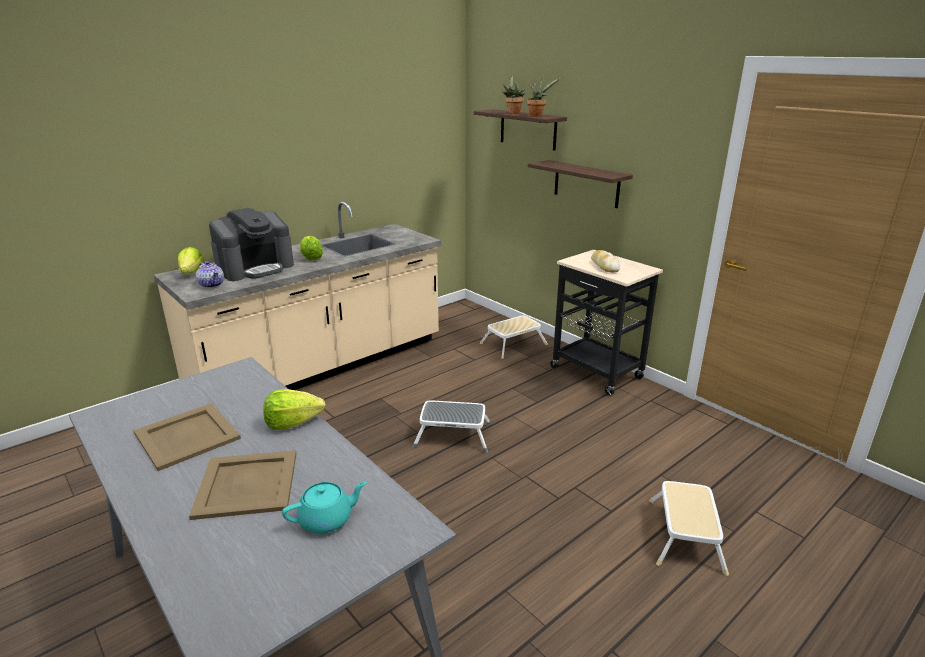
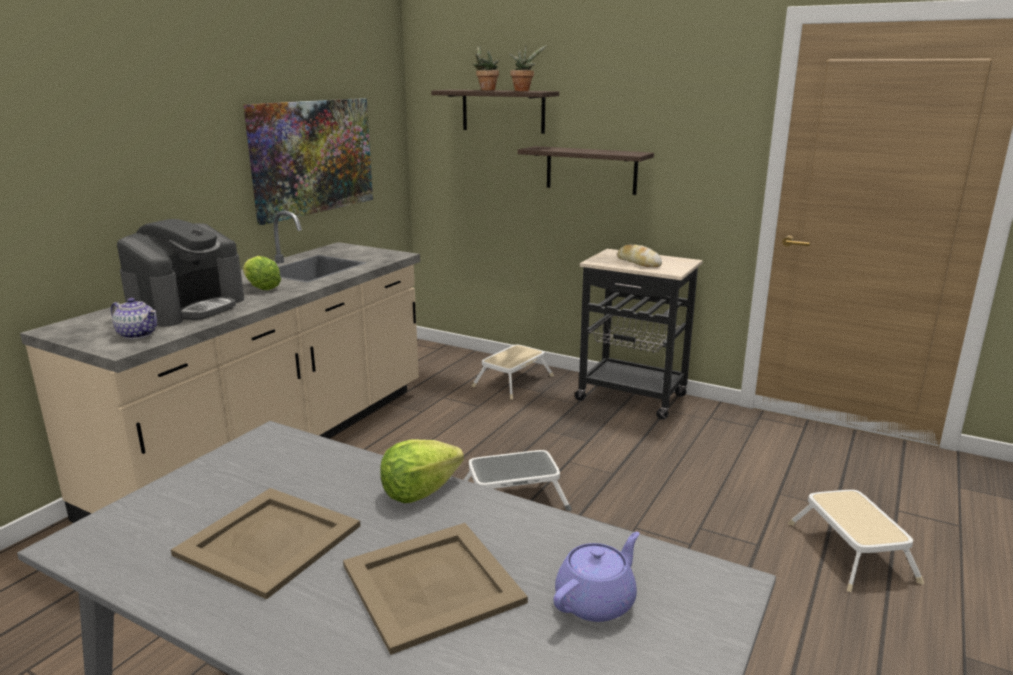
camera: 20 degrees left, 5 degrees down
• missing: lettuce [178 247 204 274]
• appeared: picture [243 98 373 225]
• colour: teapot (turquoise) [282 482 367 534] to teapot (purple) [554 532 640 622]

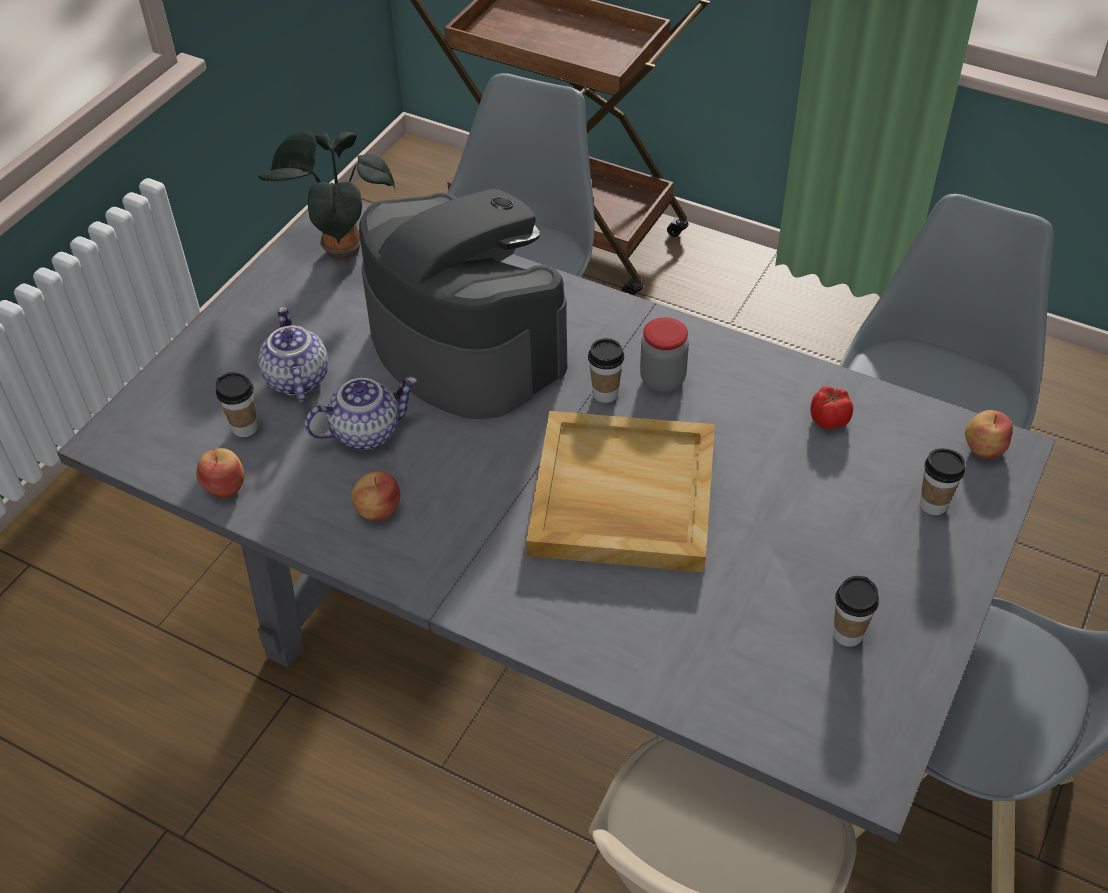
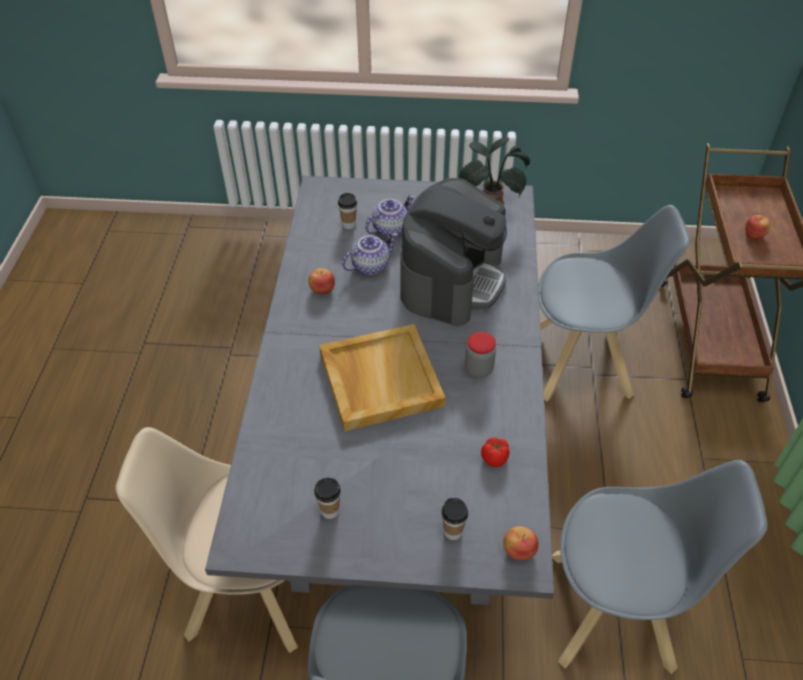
camera: 65 degrees right, 0 degrees up
• missing: cup [588 338 624 403]
• relocated: apple [196 448 244 498] to [745 215 770 240]
• spun: teapot [305 377 417 450] = [342 233 398 275] 75 degrees counterclockwise

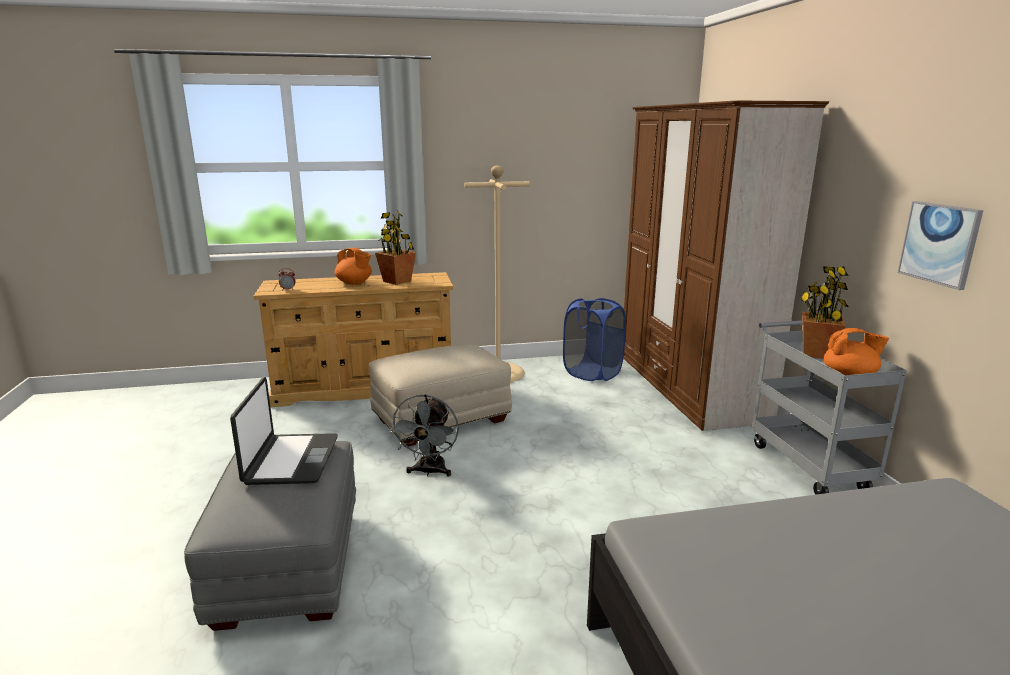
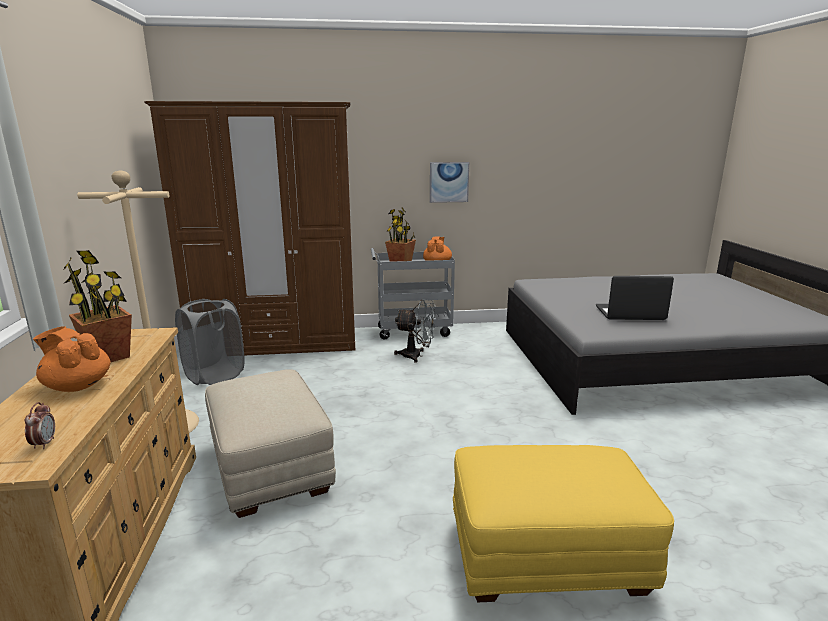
camera: 85 degrees left, 0 degrees up
• relocated: laptop [230 377 338 485] to [596 276 674 320]
• relocated: fan (grey) [389 394 459 477] to [394 299 436 363]
• colour: ottoman (grey) [184 441 356 631] to ottoman (yellow) [453 445 674 602]
• colour: laundry basket (blue) [563 298 626 381] to laundry basket (grey) [175 299 245 385]
• spun: teapot (orange) [335 248 372 285] = [33 326 110 392] 105 degrees counterclockwise

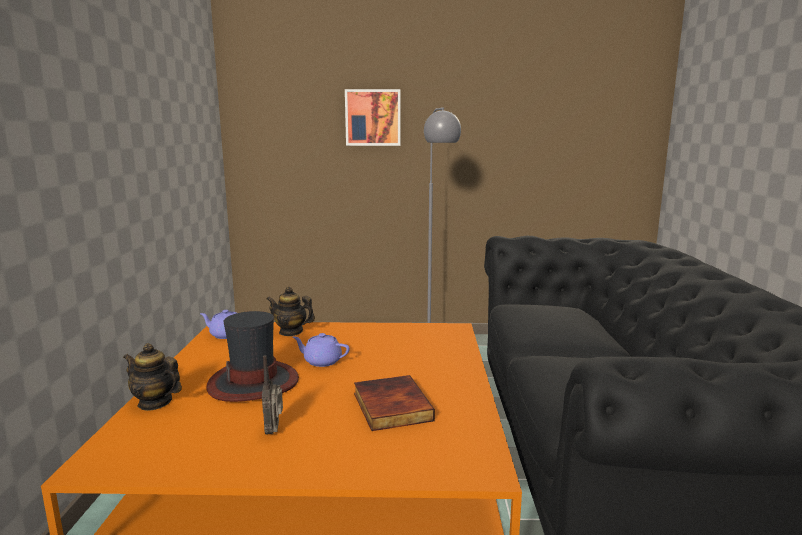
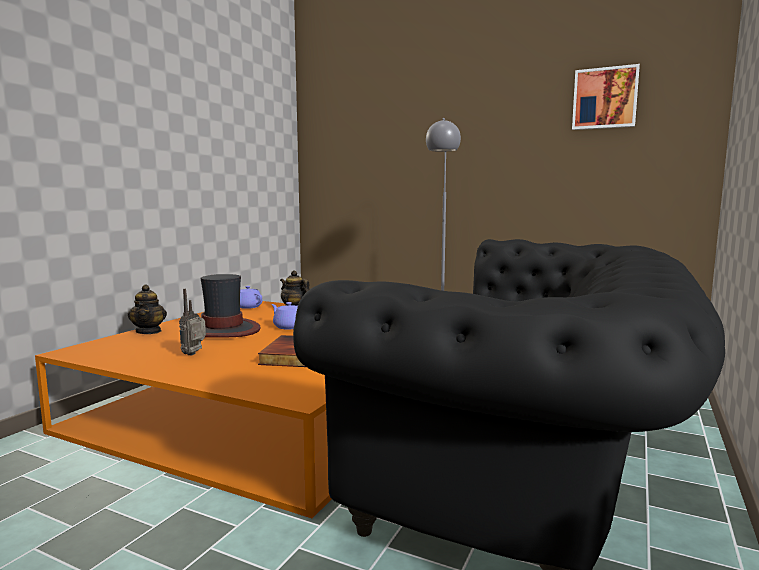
camera: 25 degrees right, 5 degrees down
• relocated: picture [345 89 400 146] to [572 64 640 130]
• spun: teapot [123 343 182 411] = [128 285 167 334] 150 degrees counterclockwise

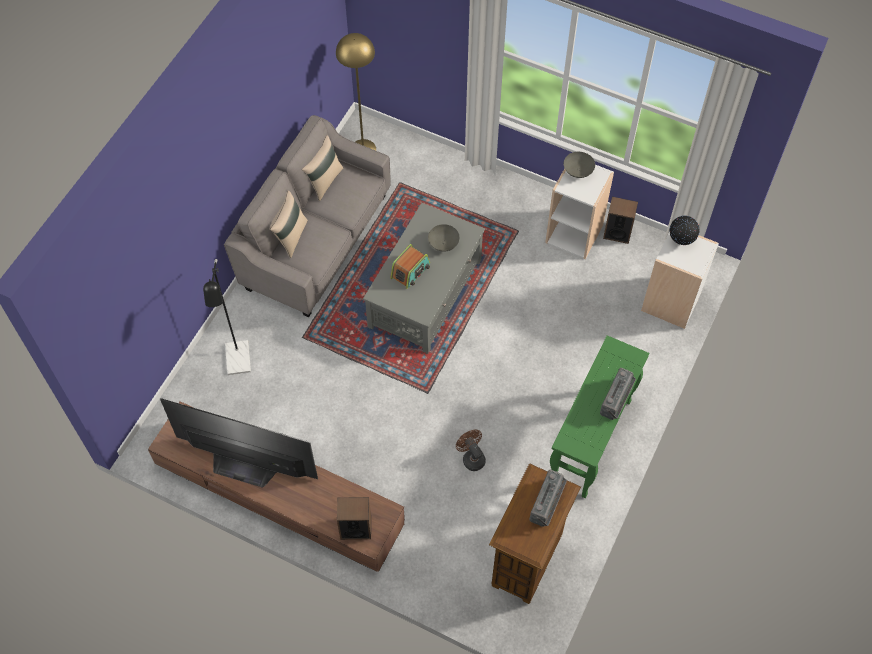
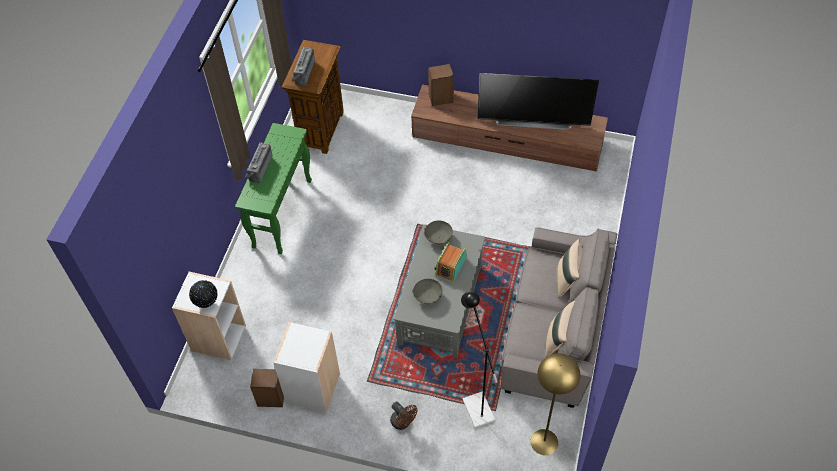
camera: 170 degrees right, 5 degrees down
• relocated: floor lamp (black) [203 259 251 375] to [461 292 497 428]
• relocated: fan (brown) [456 430 486 471] to [390 402 418 430]
• relocated: bowl (grey) [564 152 595 178] to [425 221 453 244]

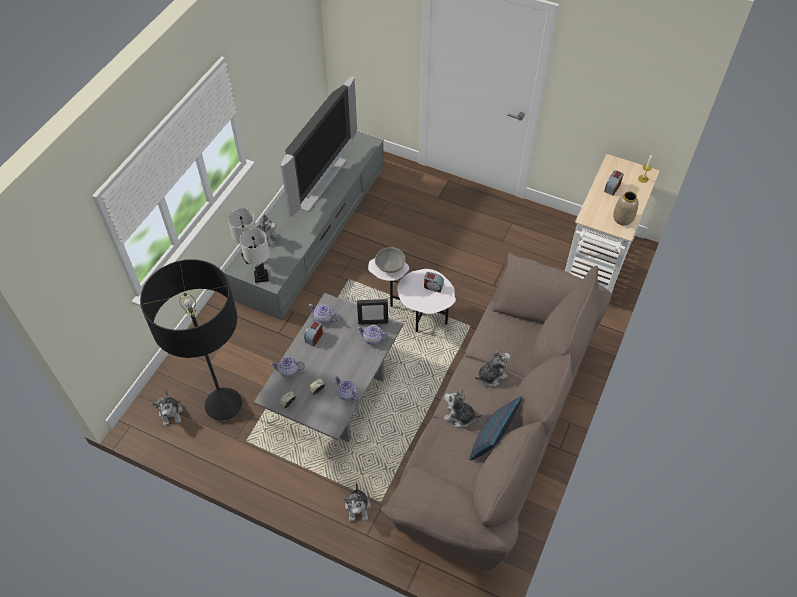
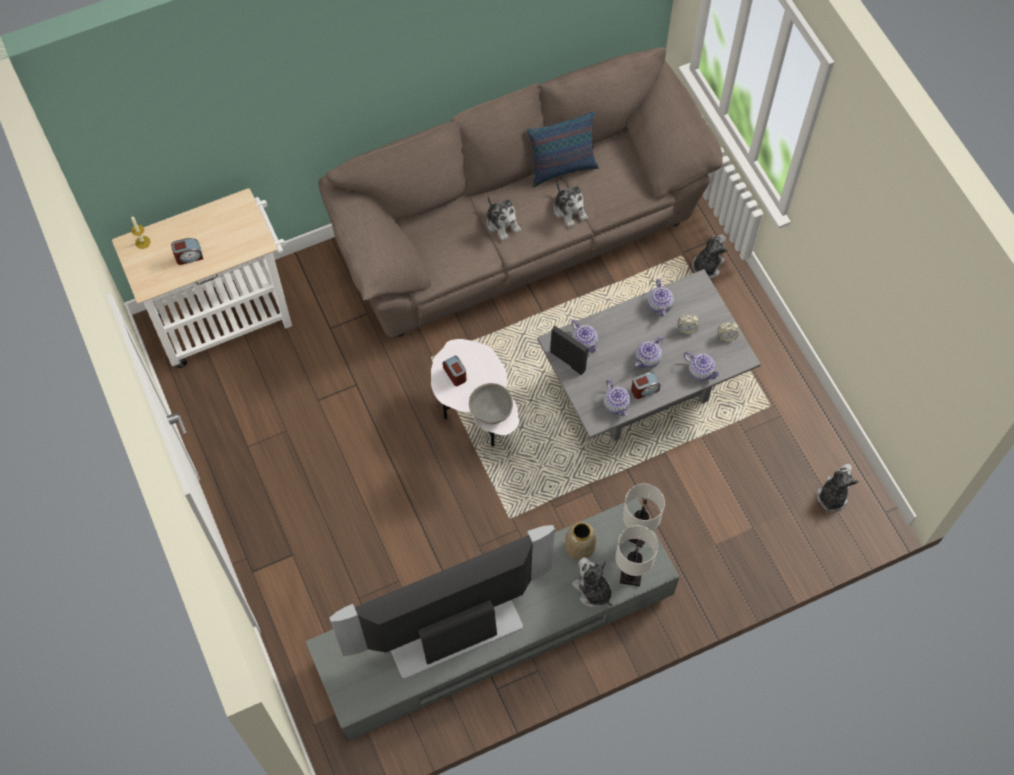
camera: 140 degrees left, 10 degrees up
• missing: floor lamp (black) [140 259 242 421]
• appeared: teapot [635 336 663 368]
• relocated: vase [613 191 639 226] to [565 522 596 560]
• spun: plush toy [475 351 511 387] = [487 196 521 241] 135 degrees counterclockwise

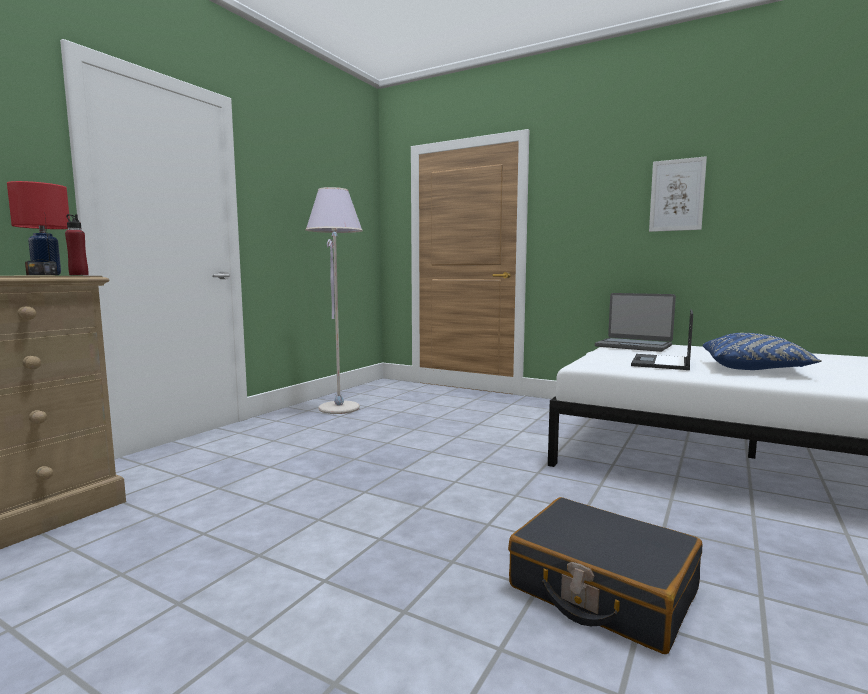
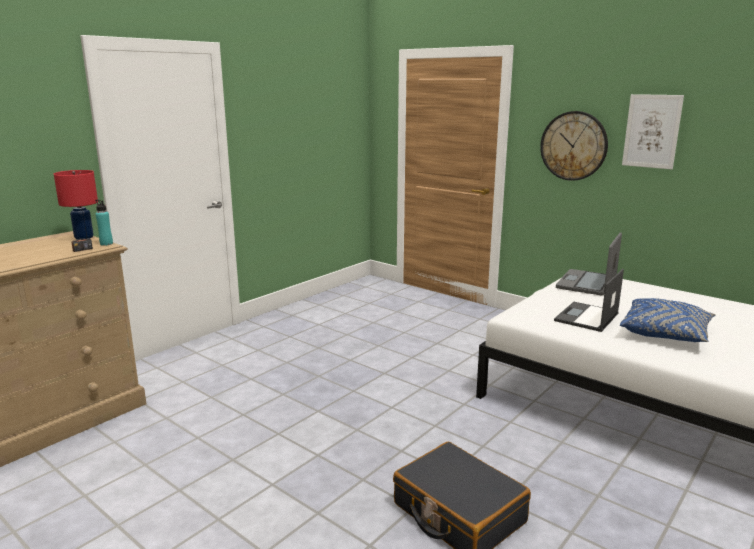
camera: 10 degrees right, 10 degrees up
• missing: floor lamp (grey) [305 187 363 414]
• appeared: wall clock [540 111 608 181]
• colour: bottle (red) [65 214 89 275] to bottle (turquoise) [96 199 113 246]
• spun: laptop [595 293 676 352] = [556 232 622 296] 75 degrees clockwise

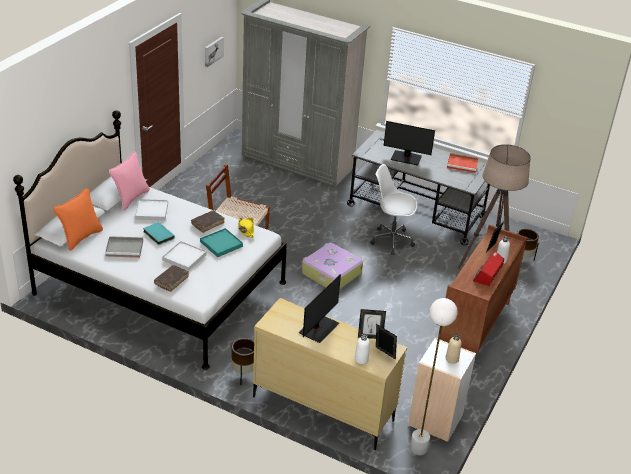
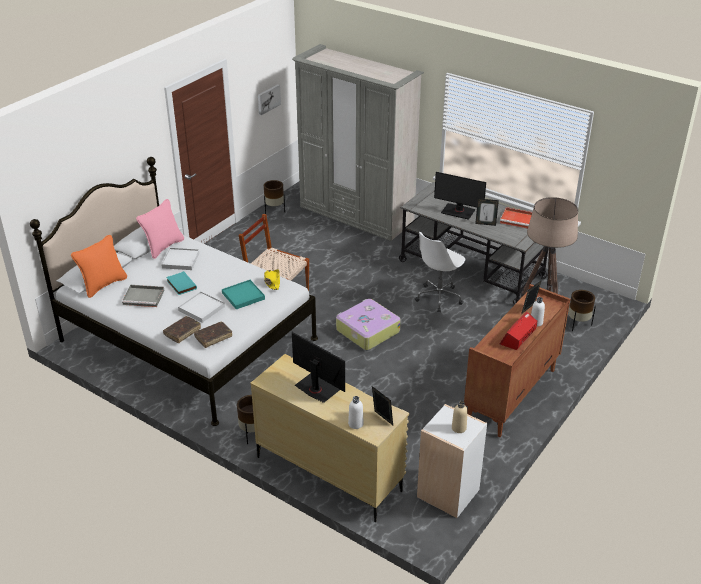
camera: 10 degrees right, 0 degrees up
• missing: floor lamp (white) [410 298 458 455]
• appeared: planter (brown) [264 180 285 214]
• relocated: book (brown) [191 211 225 233] to [194 322 232 348]
• relocated: picture frame [358 309 386 339] to [475 199 499 226]
• spun: monitor [299 274 341 343] = [292 332 345 403] 90 degrees counterclockwise
• spun: office chair (white) [370 164 418 255] = [415 232 466 312] 75 degrees counterclockwise

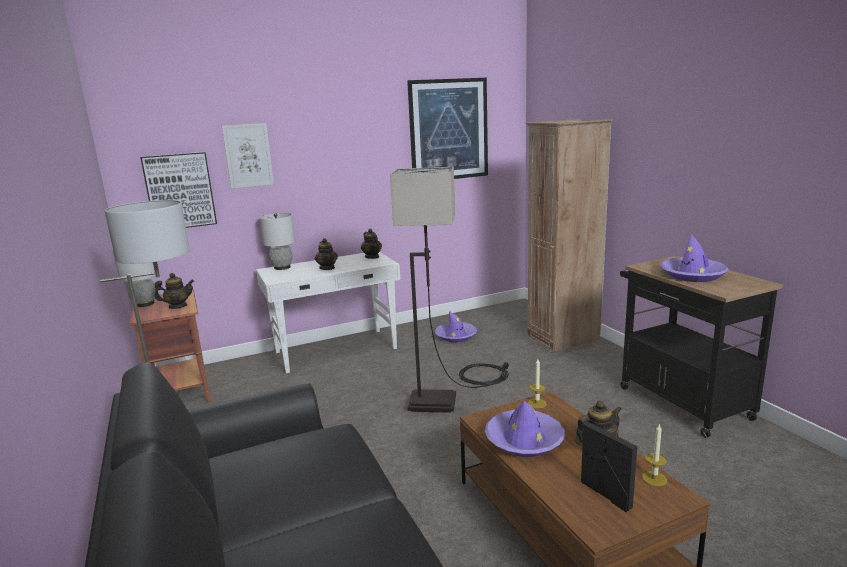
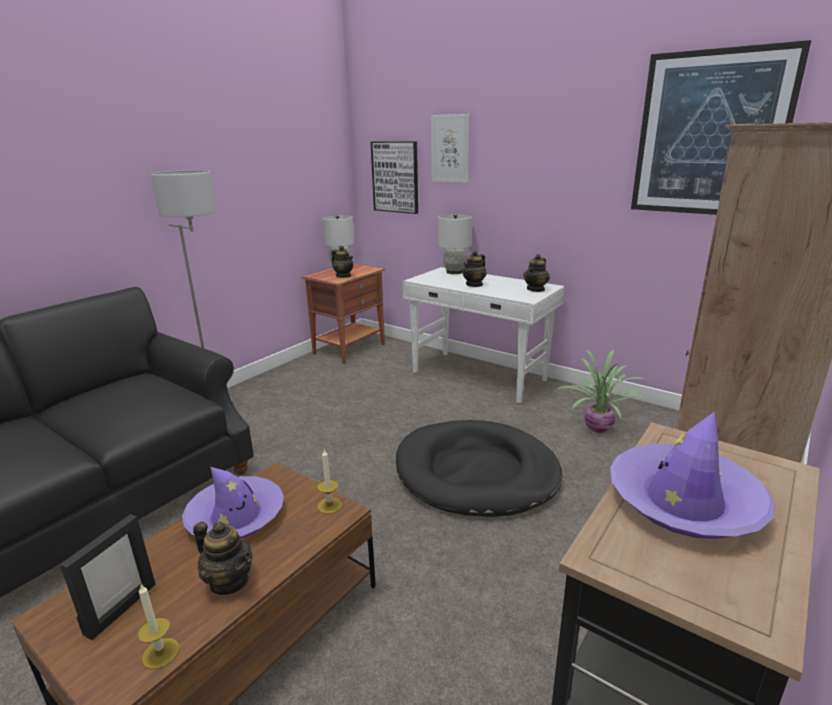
camera: 60 degrees right, 5 degrees up
• exchanged: floor lamp [390 167 509 413] to dog bed (black) [396 420 562 517]
• exchanged: hat (purple) [435 311 478 342] to potted plant [556 350 648 433]

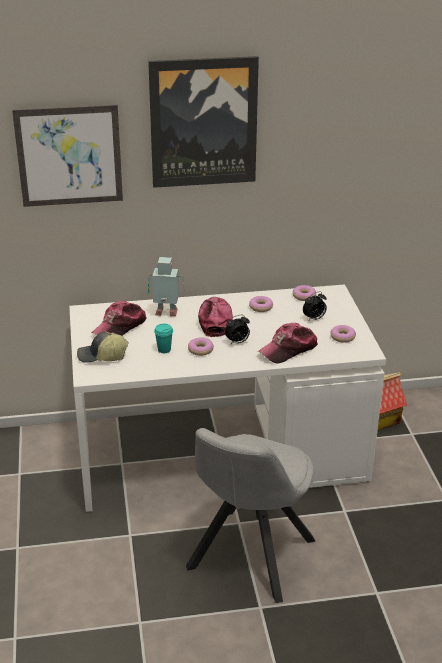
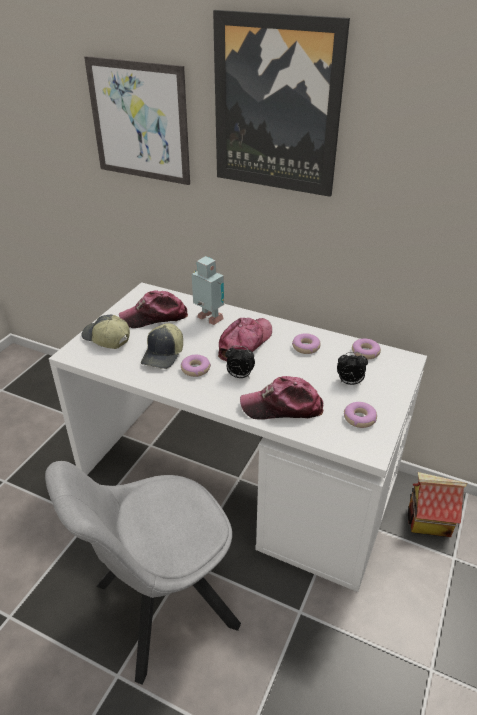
camera: 35 degrees right, 5 degrees up
• exchanged: cup (turquoise) [154 324 173 353] to cap [141 323 183 369]

